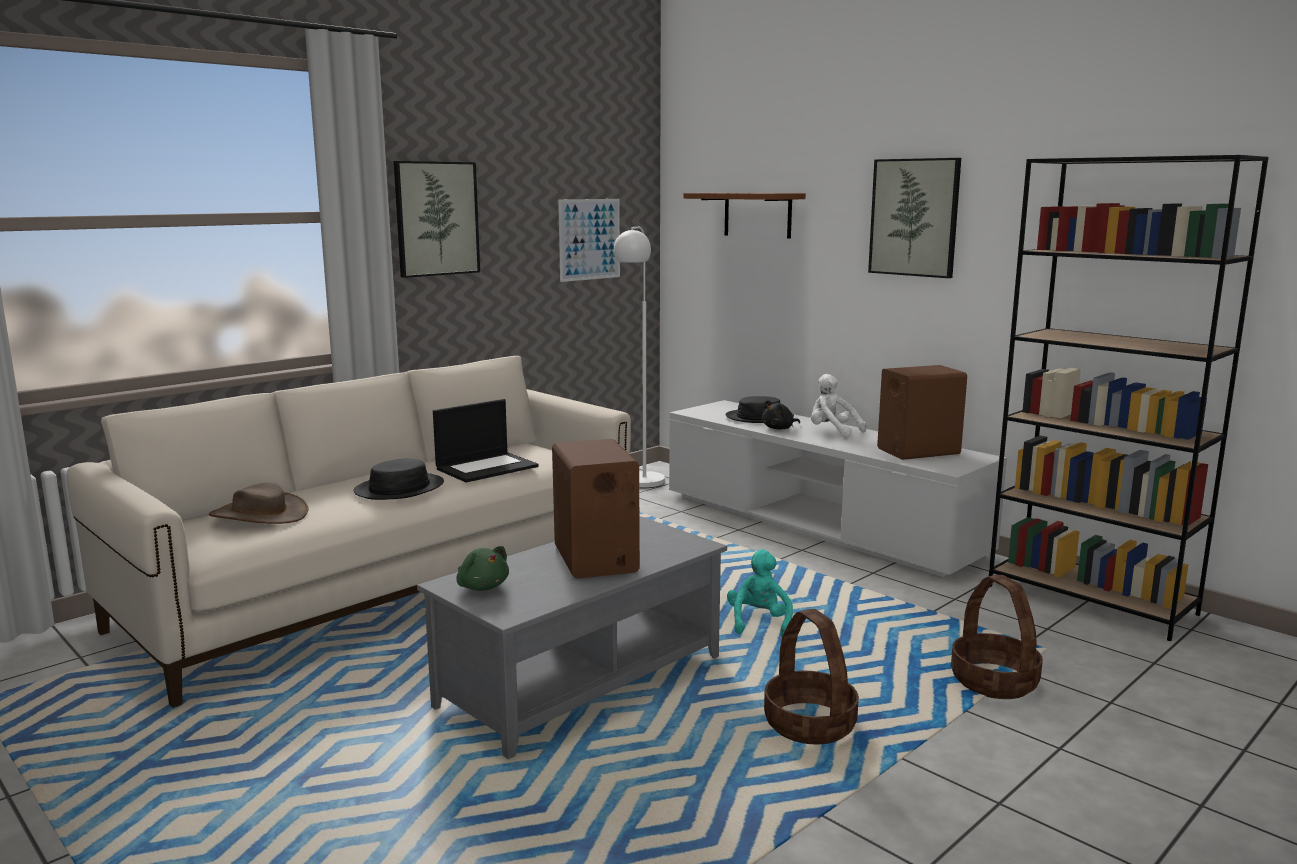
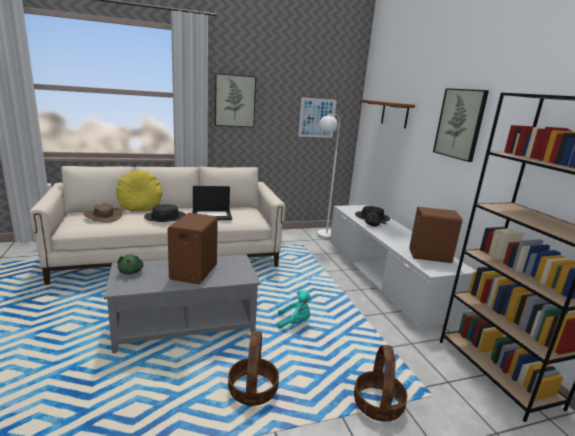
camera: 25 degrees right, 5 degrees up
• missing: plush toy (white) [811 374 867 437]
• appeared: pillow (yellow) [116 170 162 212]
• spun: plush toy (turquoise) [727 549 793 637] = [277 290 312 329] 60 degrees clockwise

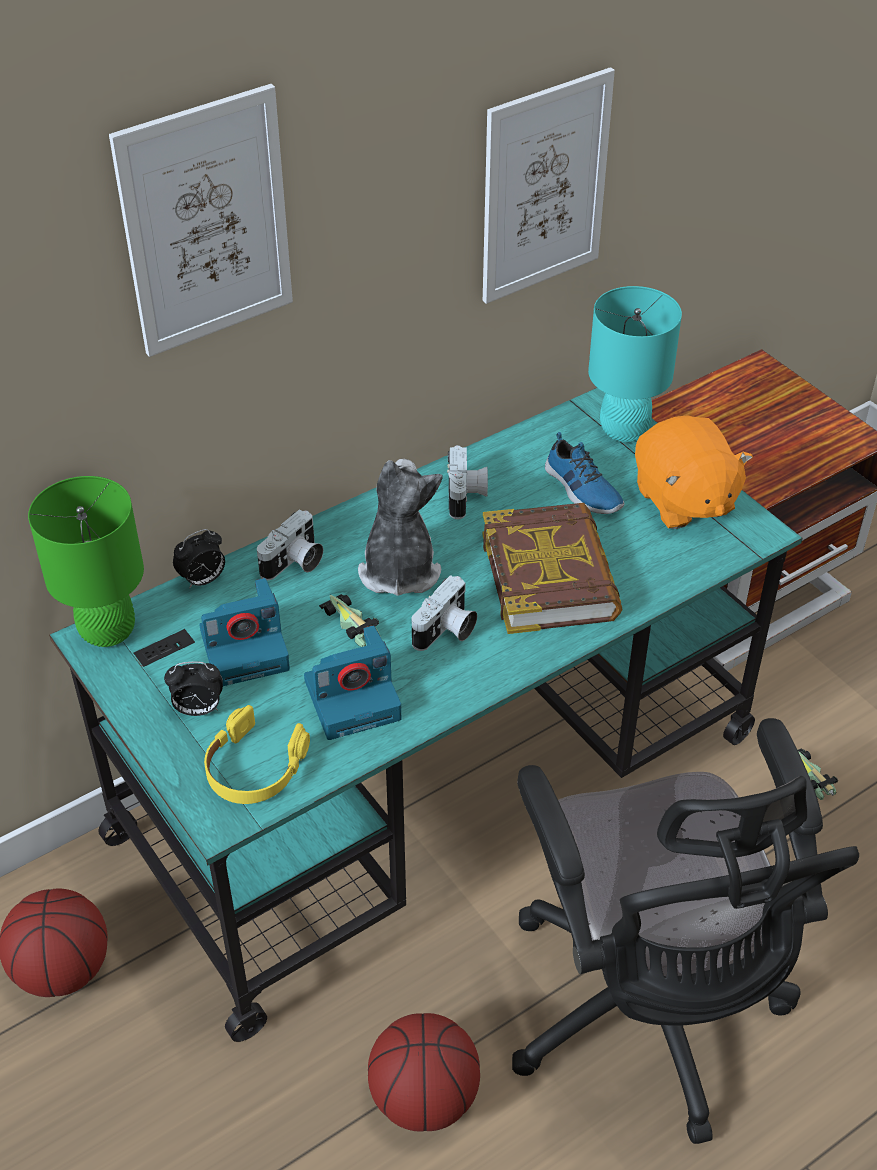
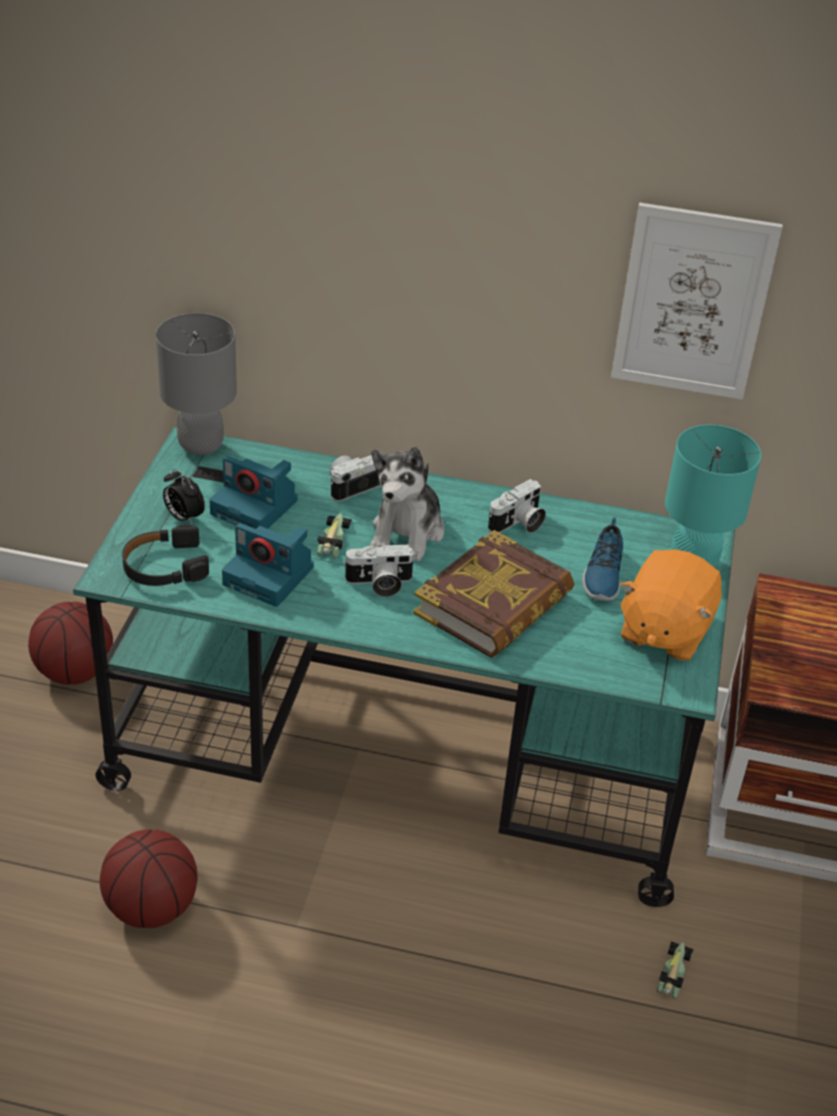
camera: 45 degrees right, 5 degrees down
• missing: picture [109 84 293 357]
• missing: alarm clock [173 529 225 589]
• missing: office chair [512 718 859 1144]
• colour: table lamp (green) [28 476 144 647] to table lamp (grey) [156 313 237 455]
• colour: headphones (yellow) [204 705 310 804] to headphones (black) [122 524 209 586]
• spun: photo camera [257 510 323 580] = [330 455 381 502] 150 degrees clockwise
• spun: plush toy [358 459 443 596] = [370 446 444 562] 150 degrees clockwise

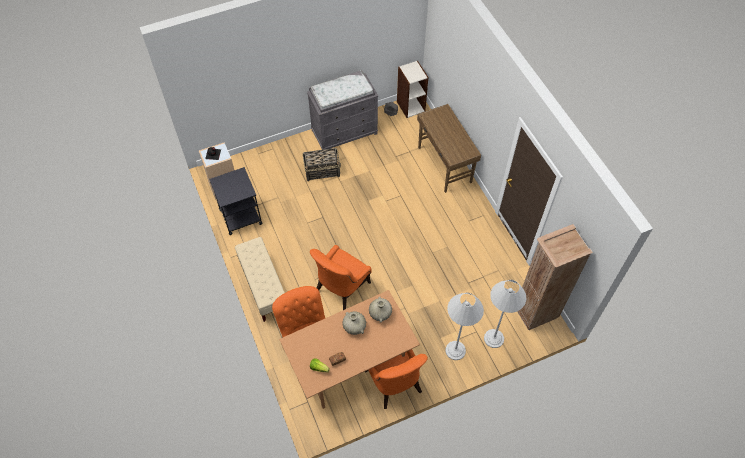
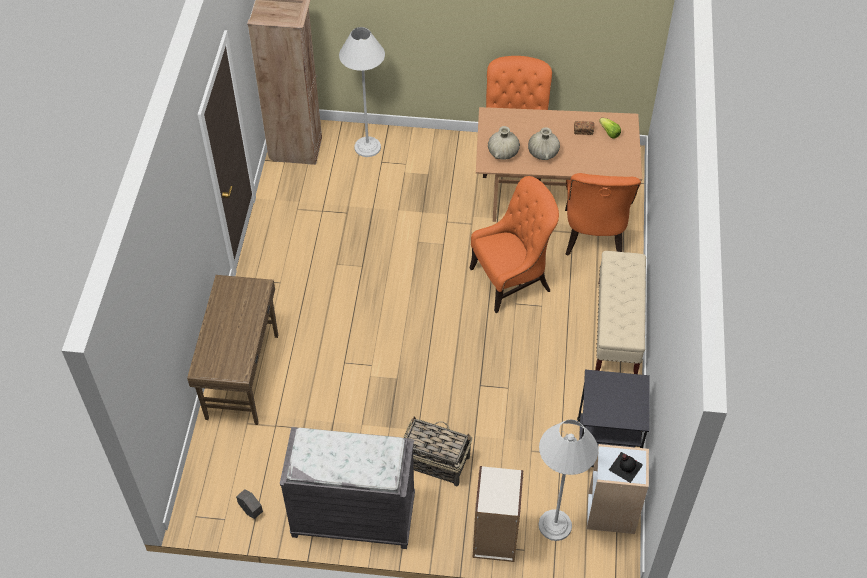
camera: 150 degrees left, 5 degrees down
• relocated: bookcase [397 61 428 118] to [473 466 523 562]
• relocated: floor lamp (white) [445 293 484 360] to [538 419 598 541]

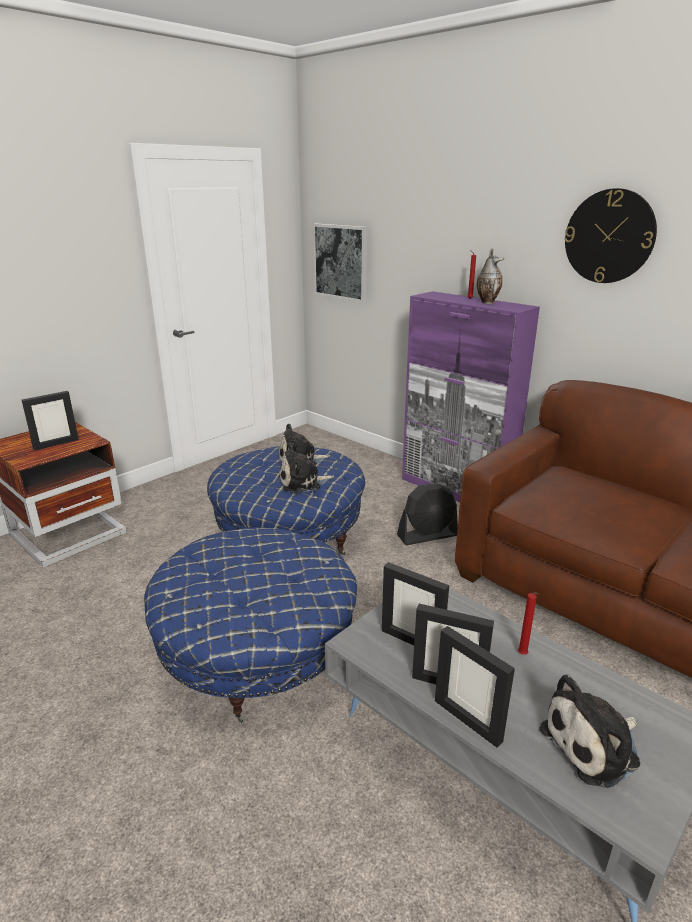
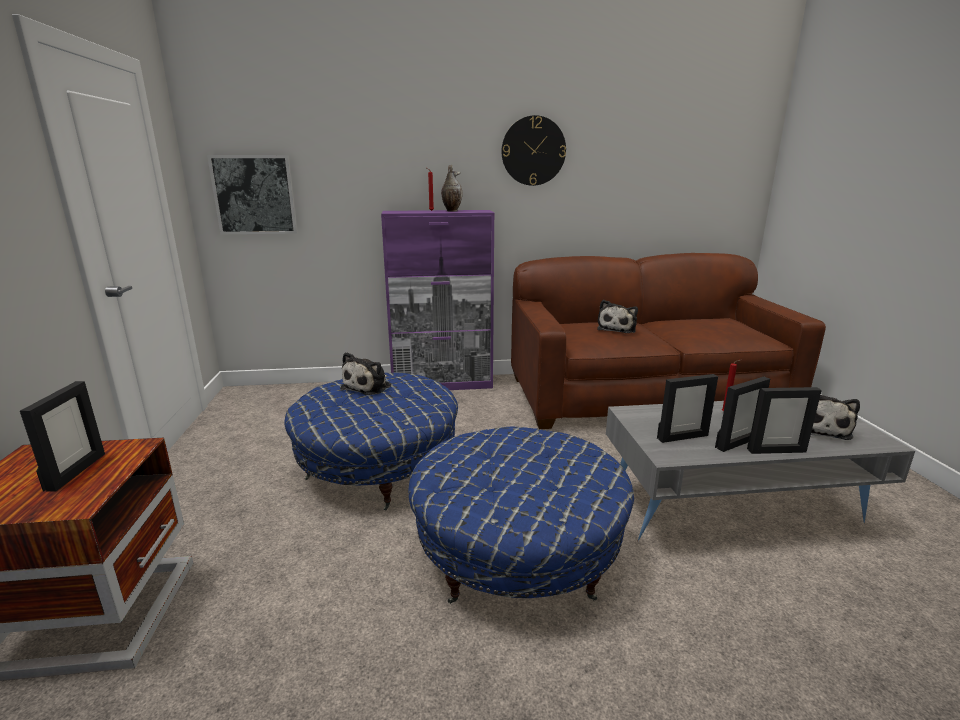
camera: 50 degrees left, 5 degrees down
• missing: fan (black) [397 483 458 545]
• relocated: plush toy [279 443 334 493] to [597 300 638 333]

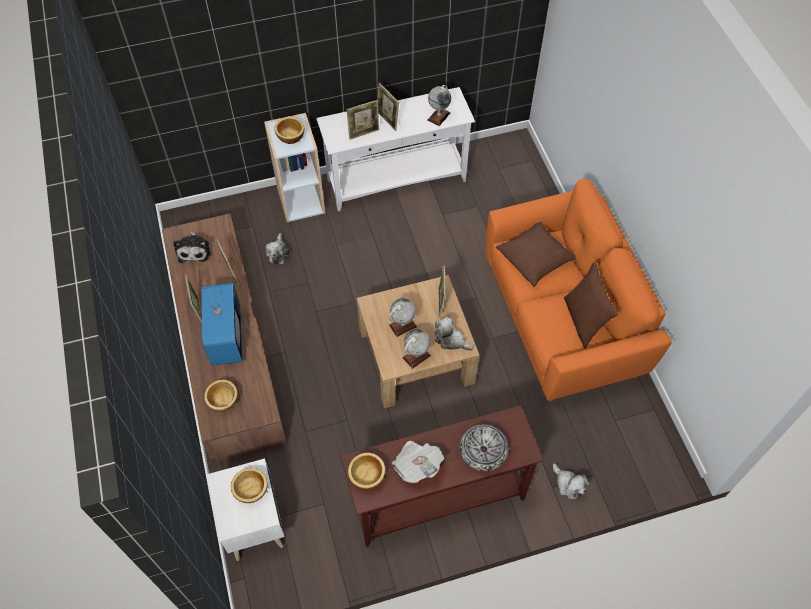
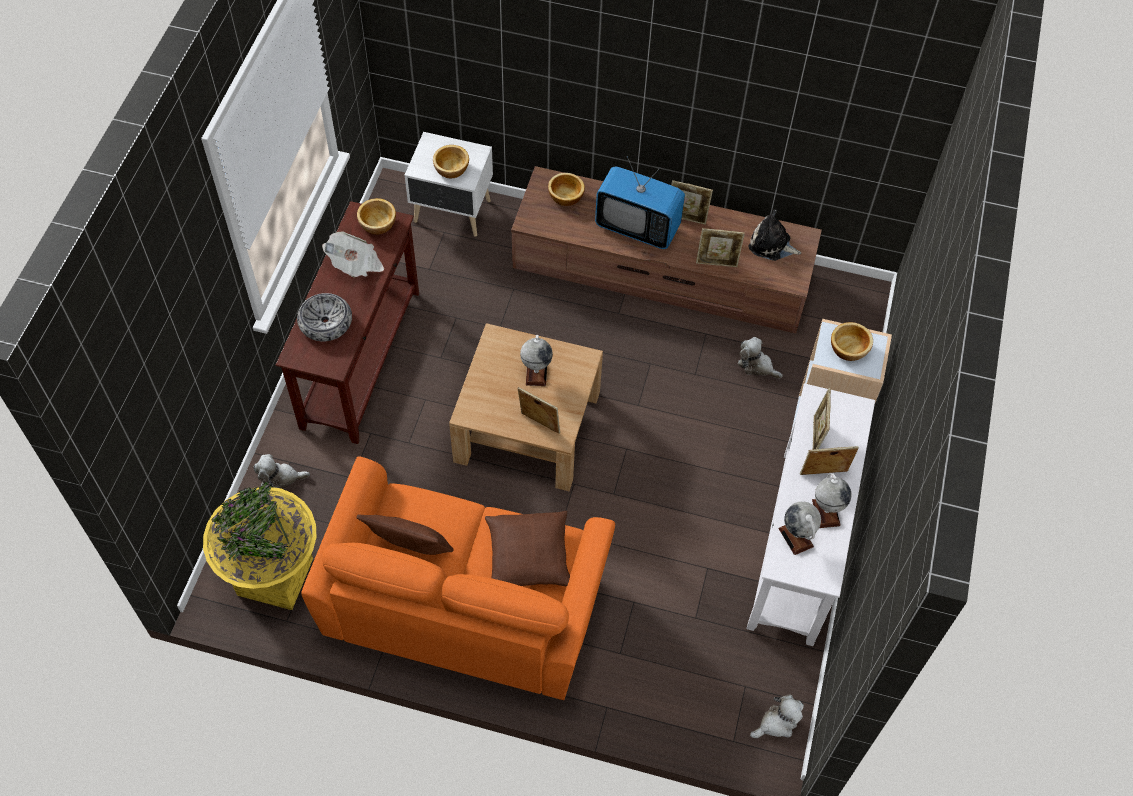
camera: 120 degrees right, 0 degrees up
• appeared: planter (yellow) [203 482 316 610]
• relocated: globe [402 330 431 369] to [812 473 851 528]
• relocated: plush toy [434 317 473 351] to [750 695 804 738]

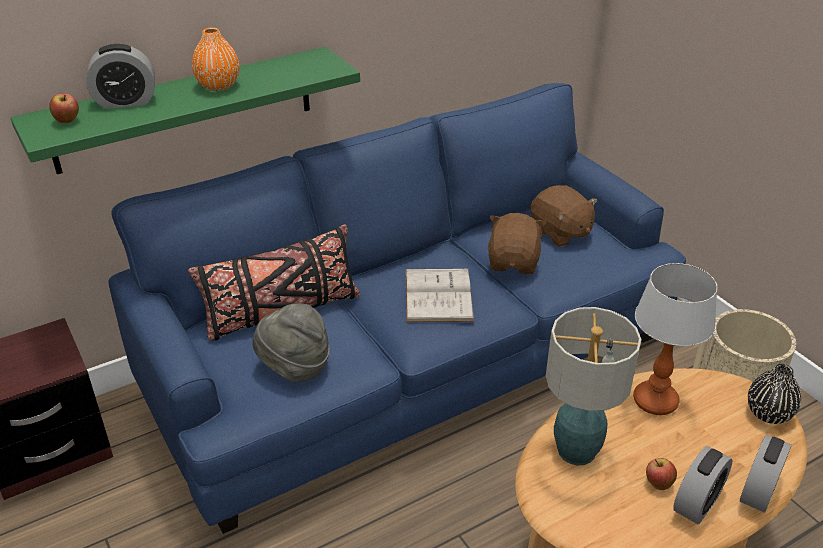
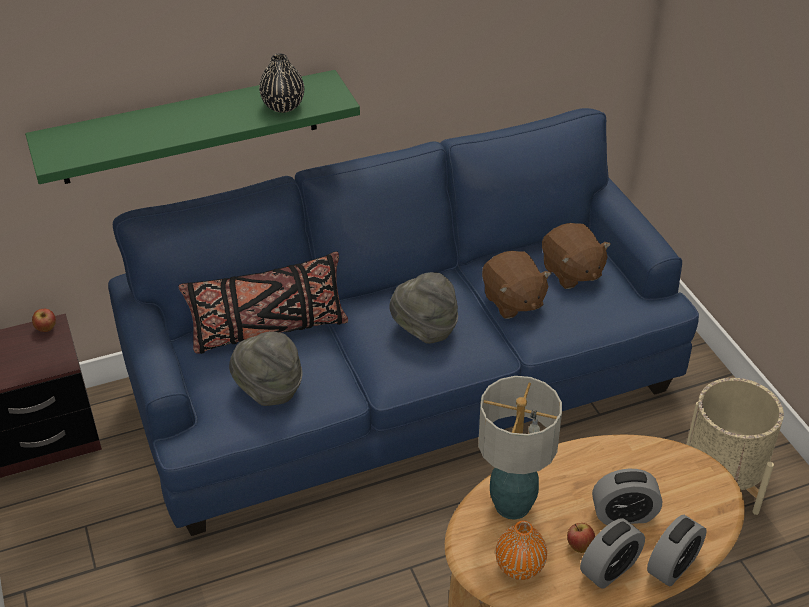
camera: 10 degrees right, 5 degrees up
• missing: table lamp [633 263 717 415]
• relocated: apple [49 94 79 123] to [32 309 56 332]
• relocated: alarm clock [86 44 155 109] to [592 469 662 525]
• relocated: vase (orange) [192 27 240 91] to [496 521 547 580]
• relocated: vase (black) [748 364 801 424] to [259 54 304 113]
• exchanged: book (white) [406 268 474 322] to hat (grey) [389 272 458 344]
• spun: plush toy (brown) [488 213 546 274] = [482 251 552 319] 135 degrees clockwise

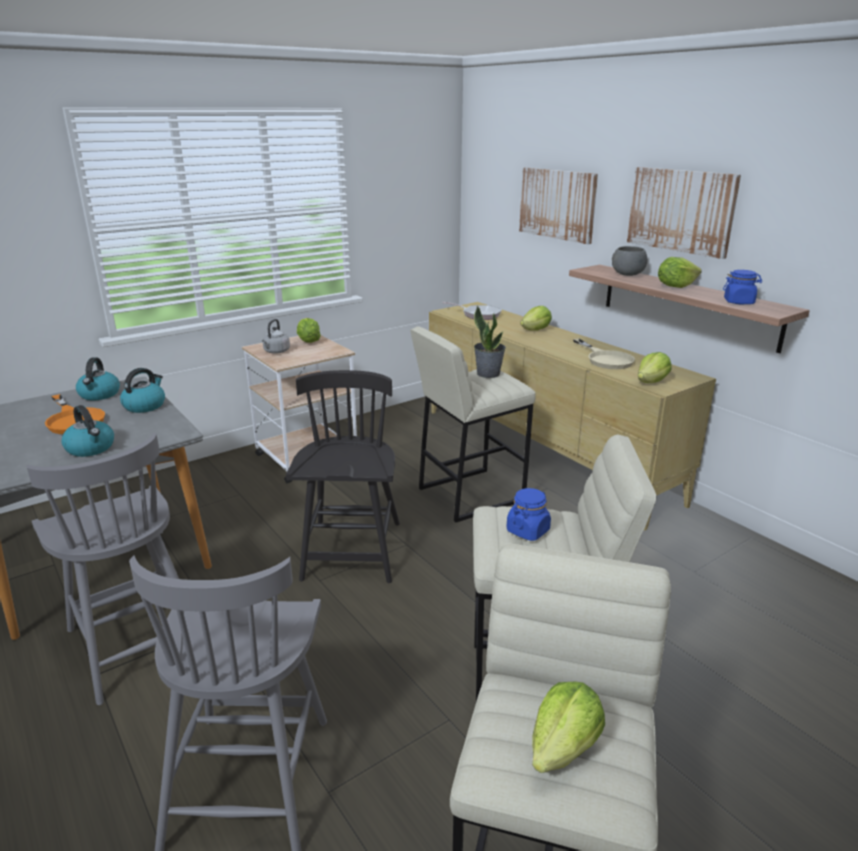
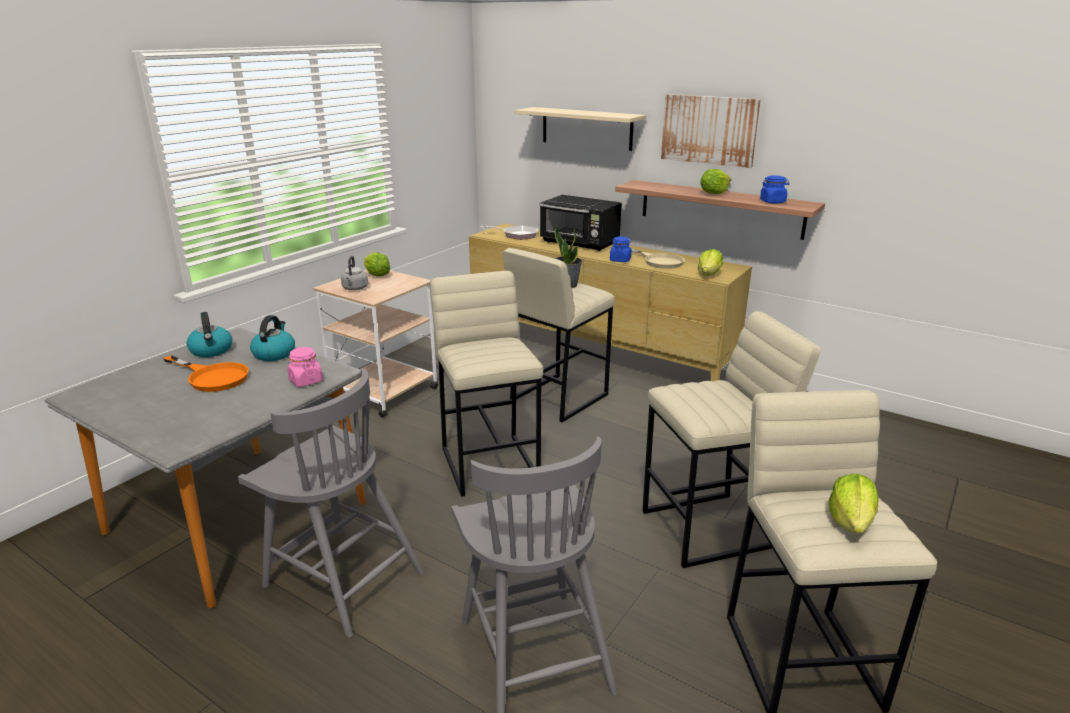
camera: 20 degrees left, 0 degrees up
• missing: kettle [61 405 114 457]
• missing: bowl (grey) [612 246 647 276]
• appeared: jar (pink) [287 347 323 387]
• relocated: jar (blue) [507 488 551 541] to [610 237 632 262]
• exchanged: chair (black) [286 370 400 583] to stool (beige) [430 271 543 497]
• exchanged: picture [519 167 598 244] to shelf (beige) [515 107 646 151]
• exchanged: lettuce [520 306 552 330] to microwave (black) [539 195 622 251]

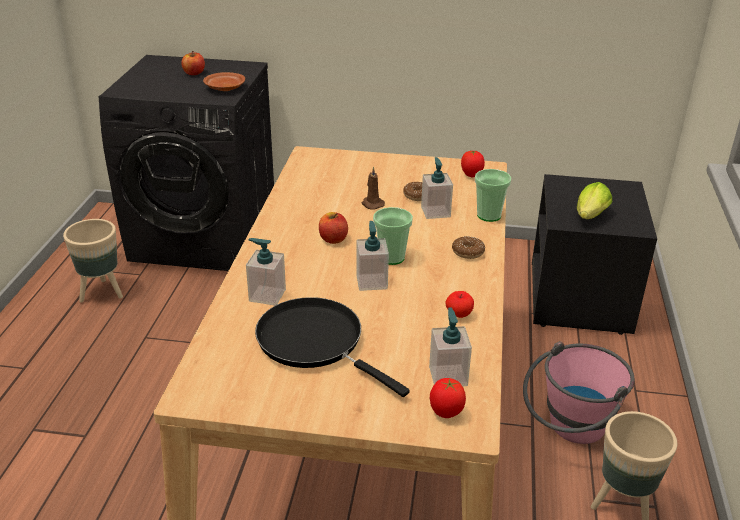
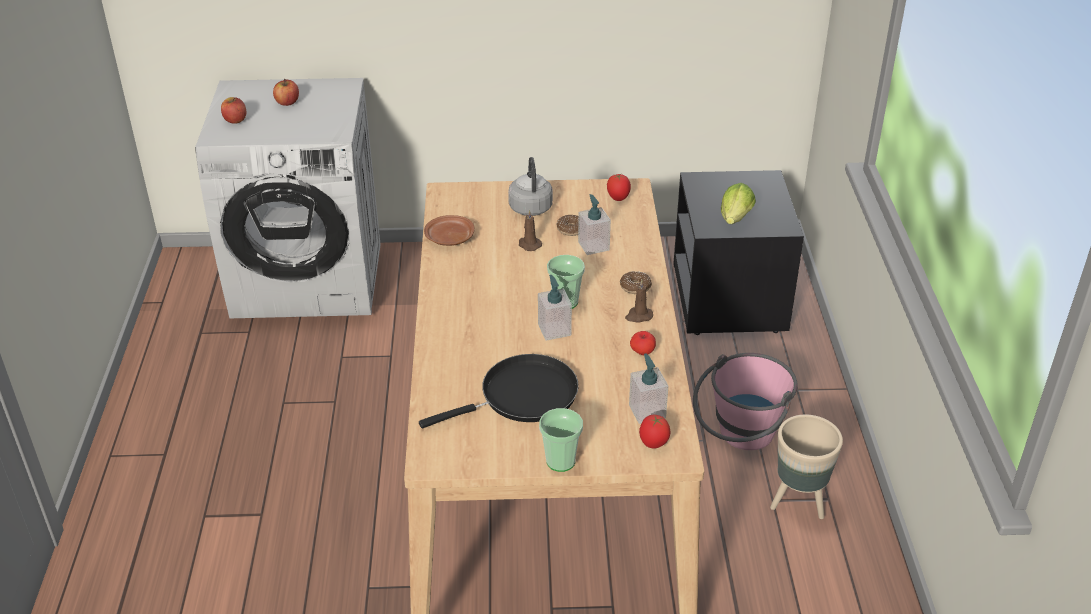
camera: 10 degrees left, 5 degrees up
• missing: planter (beige) [63 219 123 303]
• missing: soap dispenser [246 238 286 306]
• appeared: kettle (grey) [508 157 553 216]
• appeared: candle (brown) [625 280 653 322]
• relocated: plate (brown) [203 72 245 91] to [424 215 475 246]
• relocated: apple [319 212 348 244] to [221 97 246 124]
• relocated: cup [475 169 512 222] to [539 408 583 472]
• colour: washing machine (black) [99 55 274 271] to washing machine (white) [195 78 381 318]
• spun: frying pan (black) [255 297 410 397] = [419 354 579 428] 120 degrees clockwise

